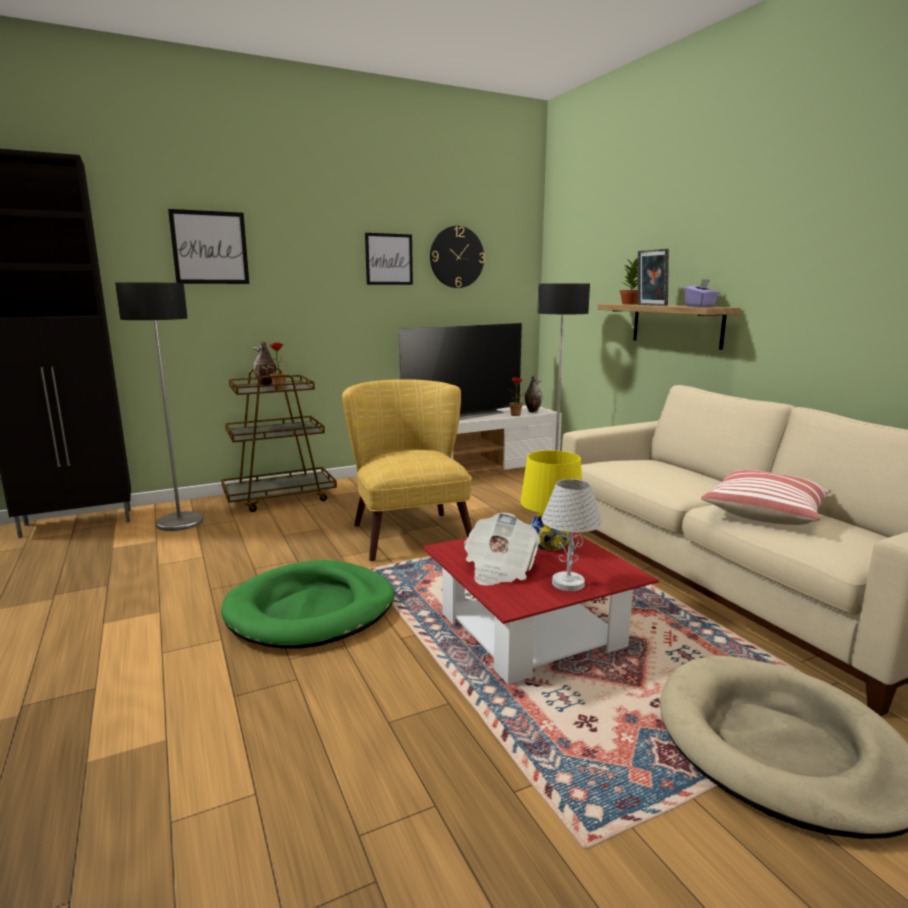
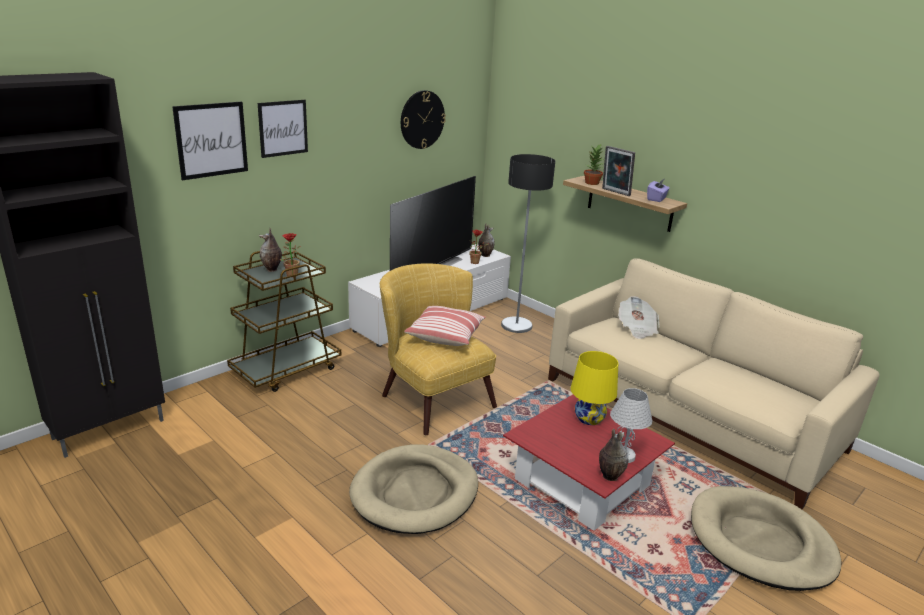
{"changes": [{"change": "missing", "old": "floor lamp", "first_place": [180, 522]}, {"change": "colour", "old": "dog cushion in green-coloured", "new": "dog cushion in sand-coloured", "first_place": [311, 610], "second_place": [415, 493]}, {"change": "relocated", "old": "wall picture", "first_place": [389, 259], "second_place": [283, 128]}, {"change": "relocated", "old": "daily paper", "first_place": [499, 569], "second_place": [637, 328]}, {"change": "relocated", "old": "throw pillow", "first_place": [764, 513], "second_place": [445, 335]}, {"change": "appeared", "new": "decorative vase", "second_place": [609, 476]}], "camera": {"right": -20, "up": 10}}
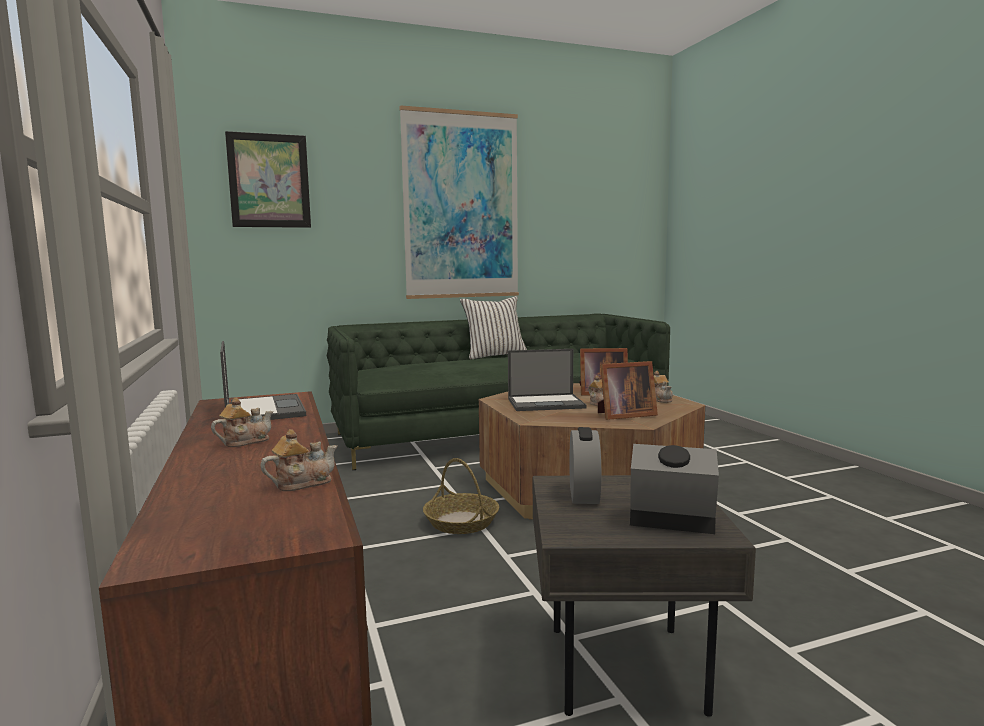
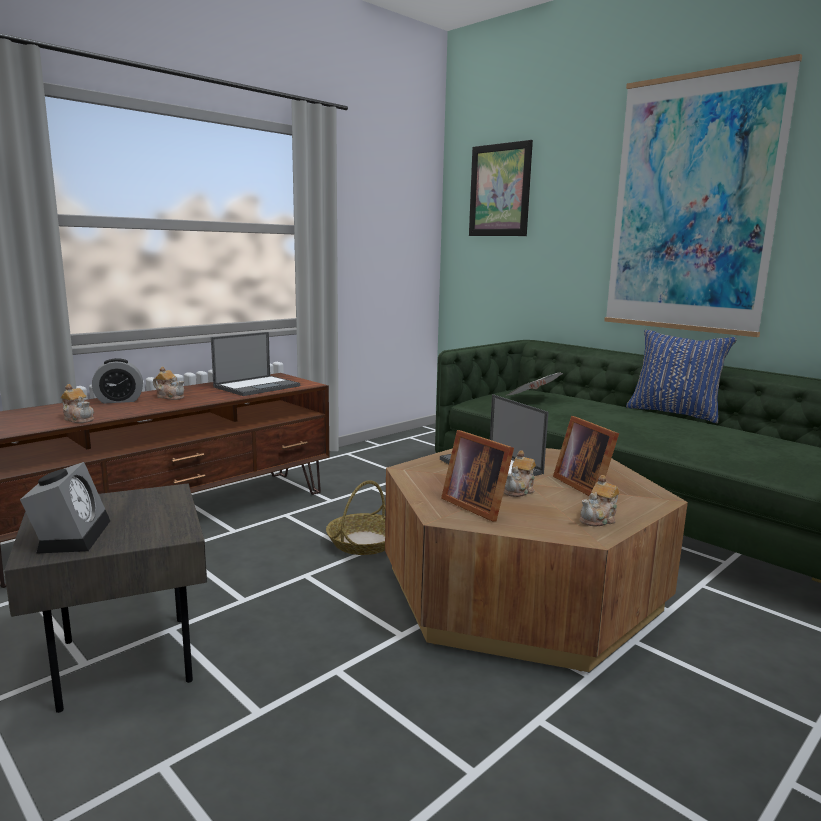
{"changes": [{"change": "colour", "old": "throw pillow in white-coloured", "new": "throw pillow in bluish", "first_place": [494, 356], "second_place": [674, 413]}, {"change": "relocated", "old": "bedside clock", "first_place": [584, 495], "second_place": [119, 400]}, {"change": "appeared", "new": "daily paper", "second_place": [532, 399]}], "camera": {"right": 65, "up": 5}}
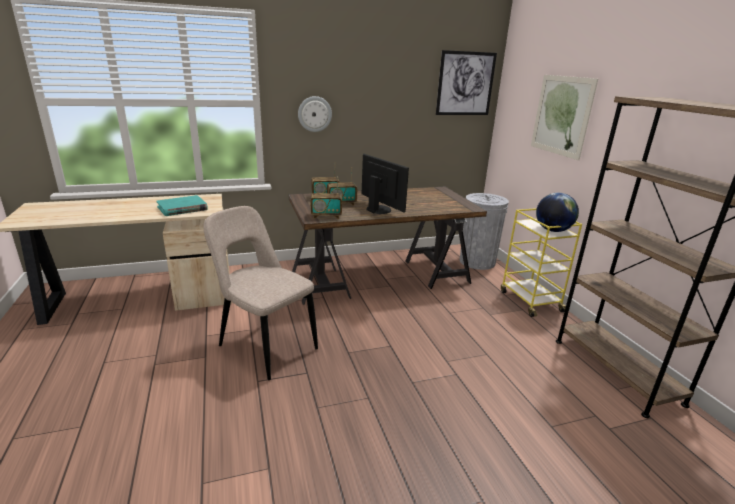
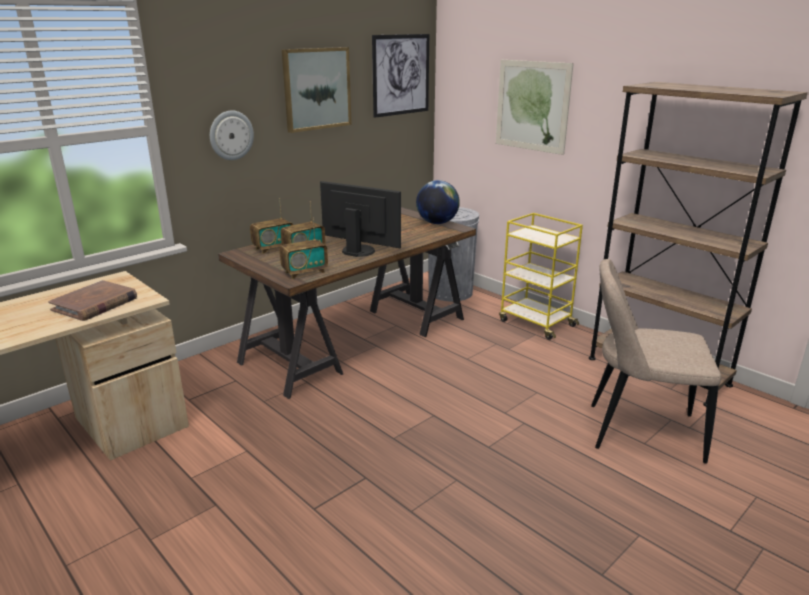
{"changes": [{"change": "colour", "old": "book in blue-green", "new": "book in brown-coloured", "first_place": [182, 208], "second_place": [95, 304]}, {"change": "relocated", "old": "plain chair in sand-coloured", "first_place": [264, 346], "second_place": [637, 431]}, {"change": "relocated", "old": "desk globe", "first_place": [553, 230], "second_place": [437, 223]}, {"change": "appeared", "new": "wall picture", "second_place": [316, 89]}], "camera": {"right": -25, "up": 0}}
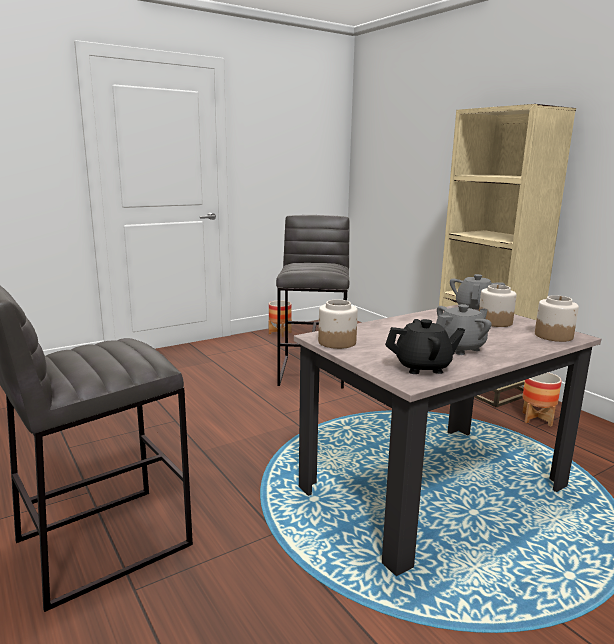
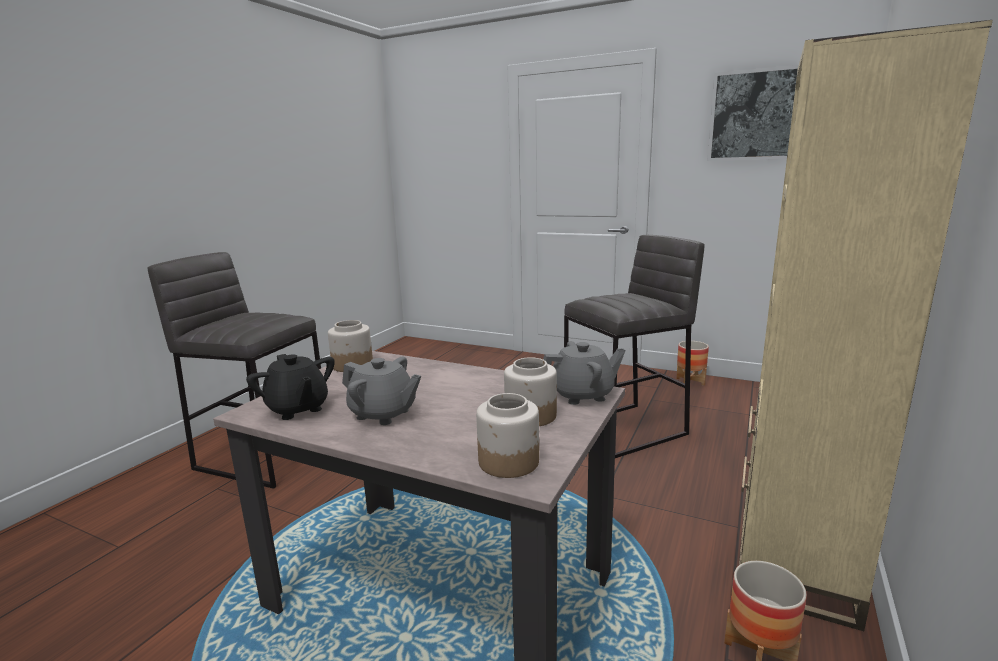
{"changes": [{"change": "appeared", "new": "wall picture", "second_place": [756, 115]}], "camera": {"right": 60, "up": 0}}
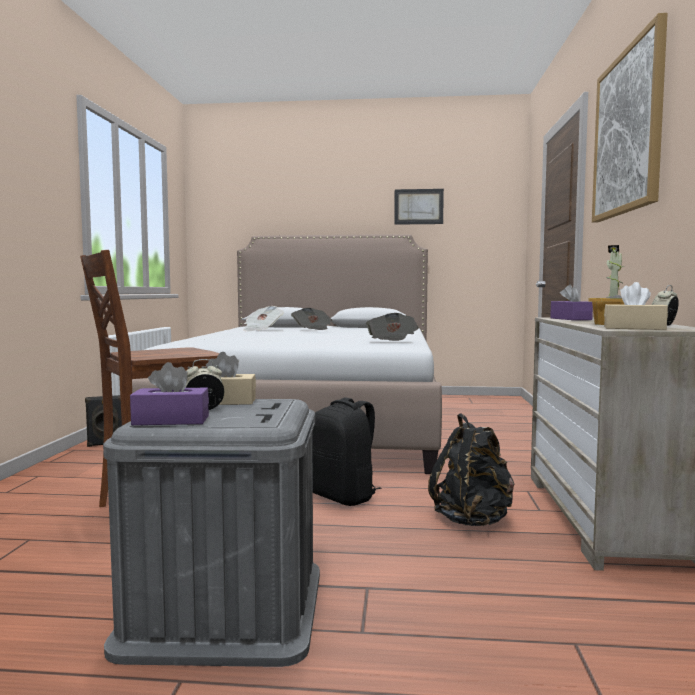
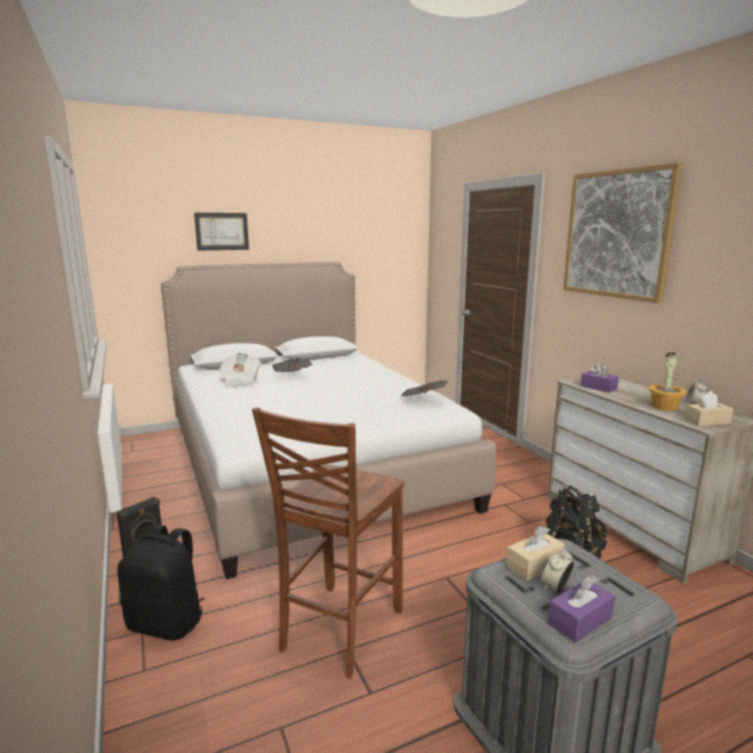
{"changes": [{"change": "relocated", "old": "rucksack in black", "first_place": [342, 496], "second_place": [167, 623]}, {"change": "relocated", "old": "wall picture", "first_place": [418, 206], "second_place": [222, 231]}], "camera": {"right": -30, "up": 10}}
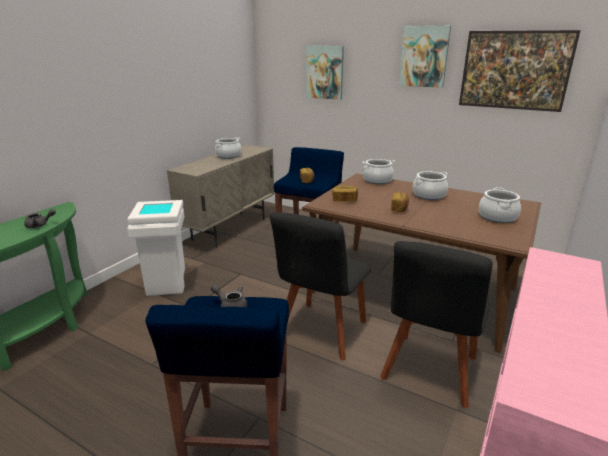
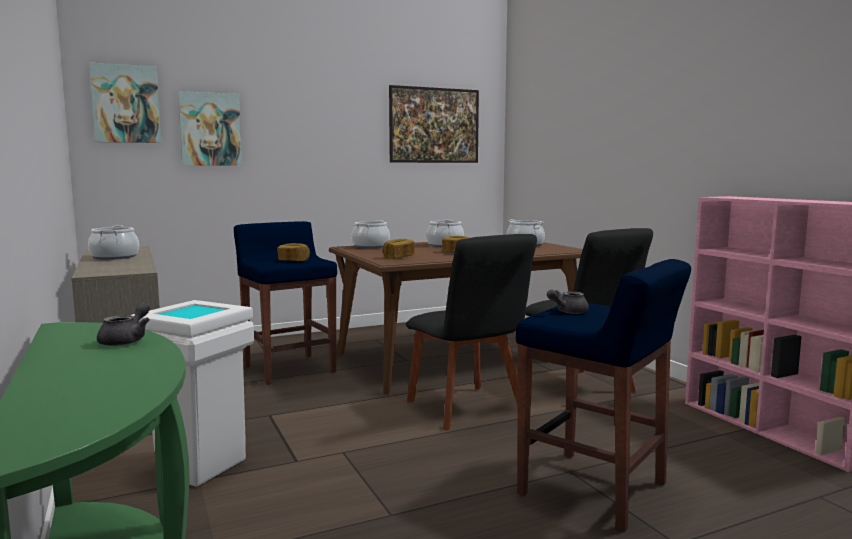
{"changes": [{"change": "relocated", "old": "wall picture", "first_place": [424, 56], "second_place": [126, 104]}], "camera": {"right": -55, "up": -15}}
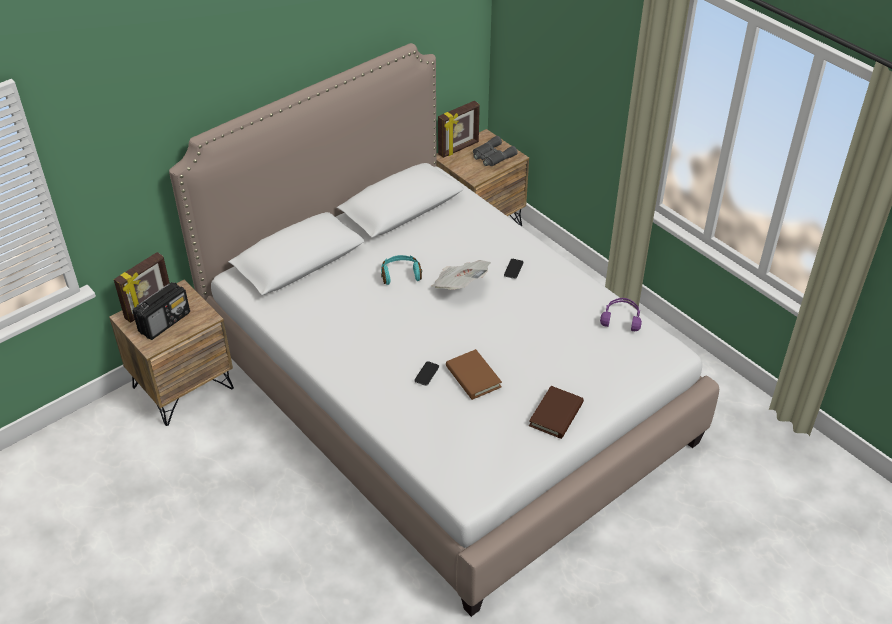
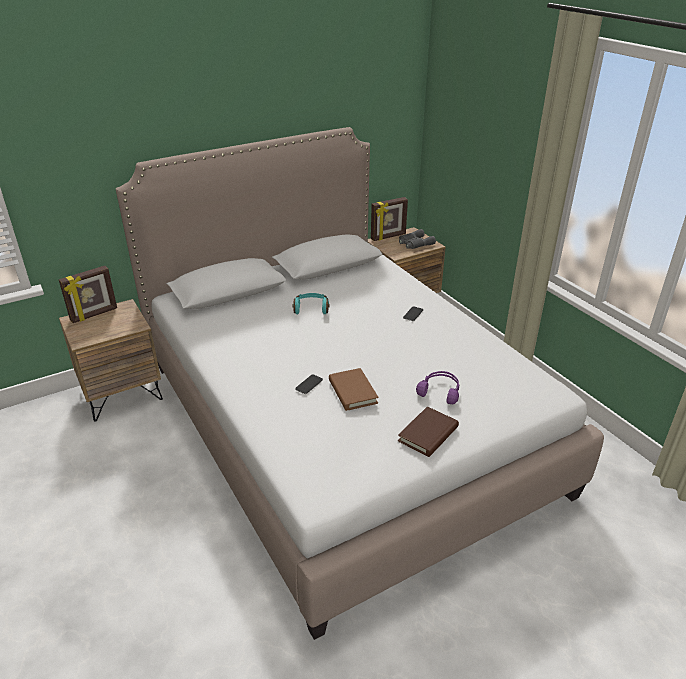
{"changes": [{"change": "missing", "old": "radio receiver", "first_place": [165, 322]}, {"change": "missing", "old": "daily paper", "first_place": [460, 286]}, {"change": "relocated", "old": "headset in purplish", "first_place": [621, 318], "second_place": [440, 391]}], "camera": {"right": 10, "up": -10}}
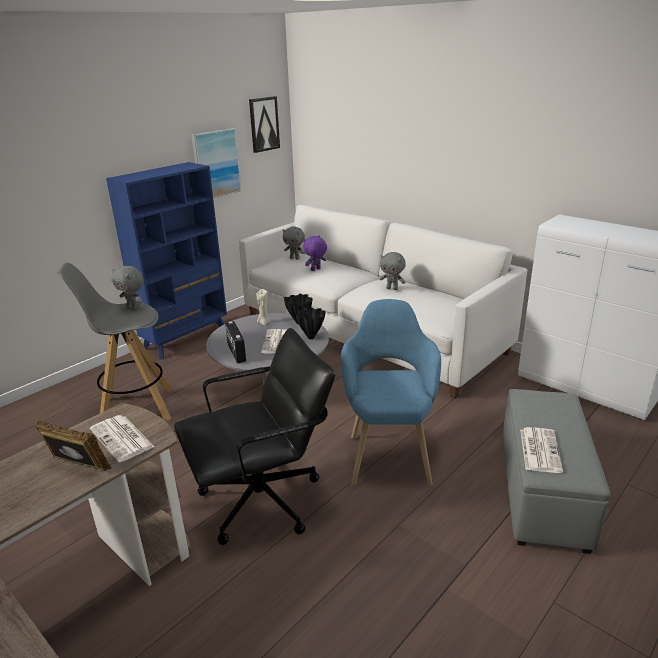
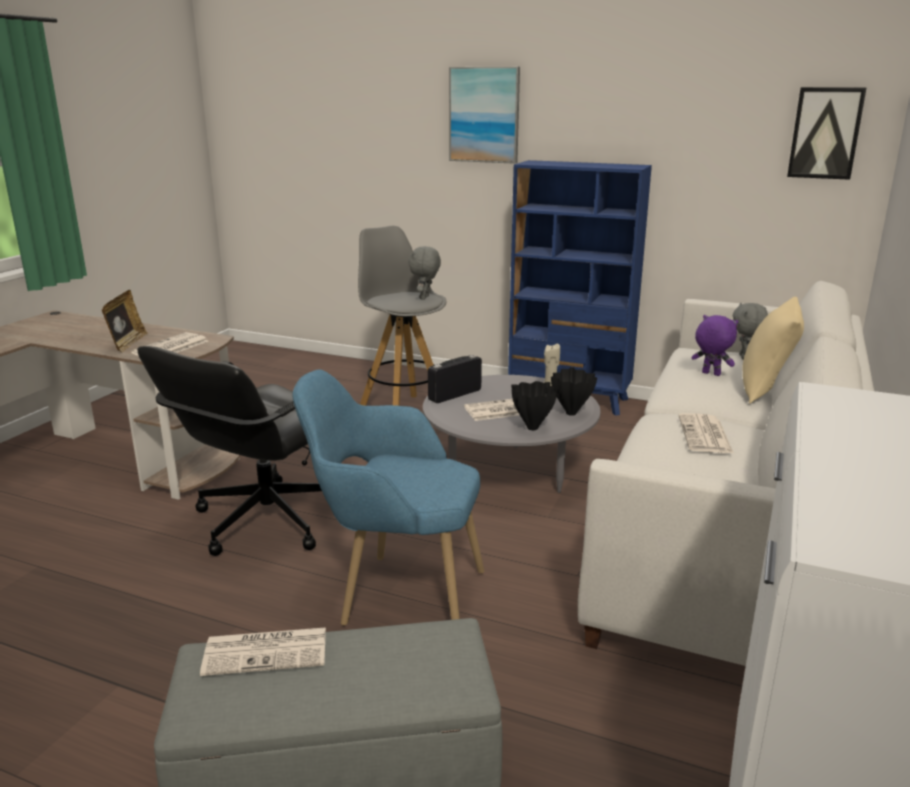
{"changes": [{"change": "spun", "old": "computer chair in black", "first_place": [262, 501], "second_place": [266, 520], "degrees": 75}, {"change": "relocated", "old": "wall picture", "first_place": [216, 163], "second_place": [484, 115]}, {"change": "spun", "old": "lounge chair in bluish", "first_place": [388, 451], "second_place": [395, 594], "degrees": -150}, {"change": "exchanged", "old": "soft toy in grey", "new": "daily paper", "first_place": [392, 288], "second_place": [705, 435]}, {"change": "appeared", "new": "throw pillow in sand-coloured", "second_place": [766, 390]}], "camera": {"right": 70, "up": -5}}
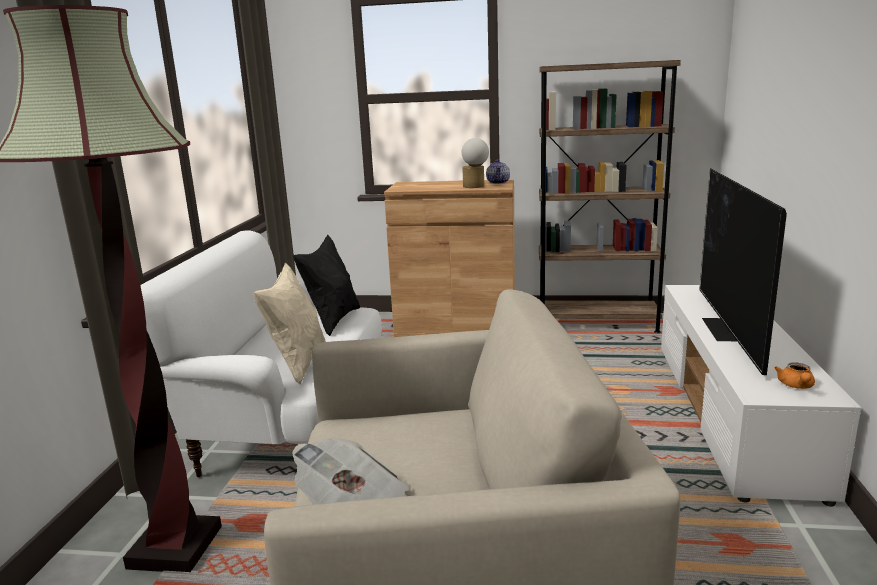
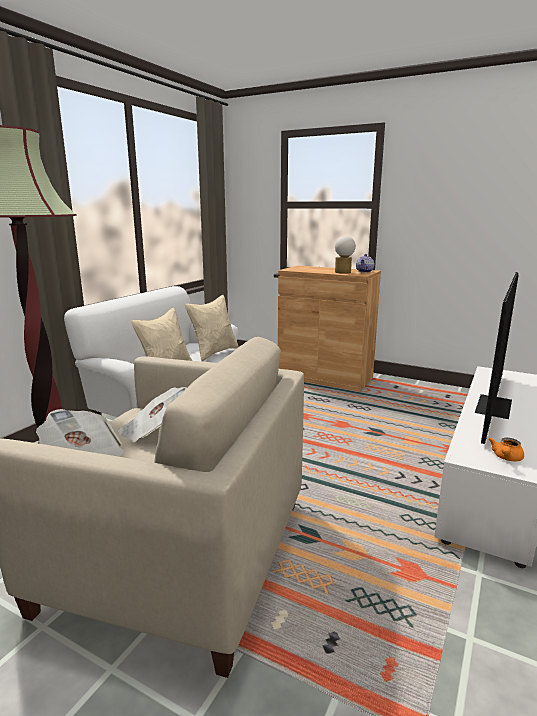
{"changes": [{"change": "colour", "old": "throw pillow in black", "new": "throw pillow in sand-coloured", "first_place": [332, 320], "second_place": [214, 353]}, {"change": "missing", "old": "bookcase in brown-coloured", "first_place": [597, 324]}, {"change": "appeared", "new": "daily paper", "second_place": [154, 431]}], "camera": {"right": 20, "up": 0}}
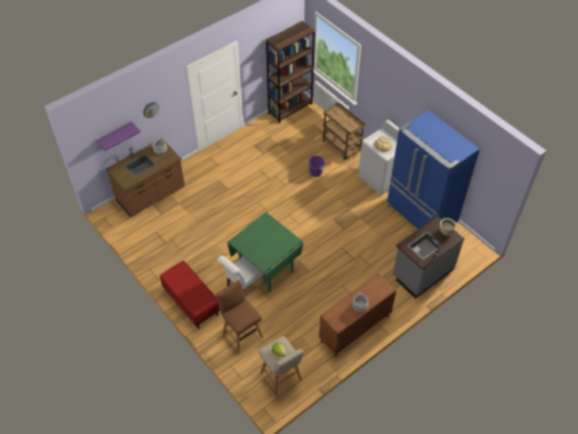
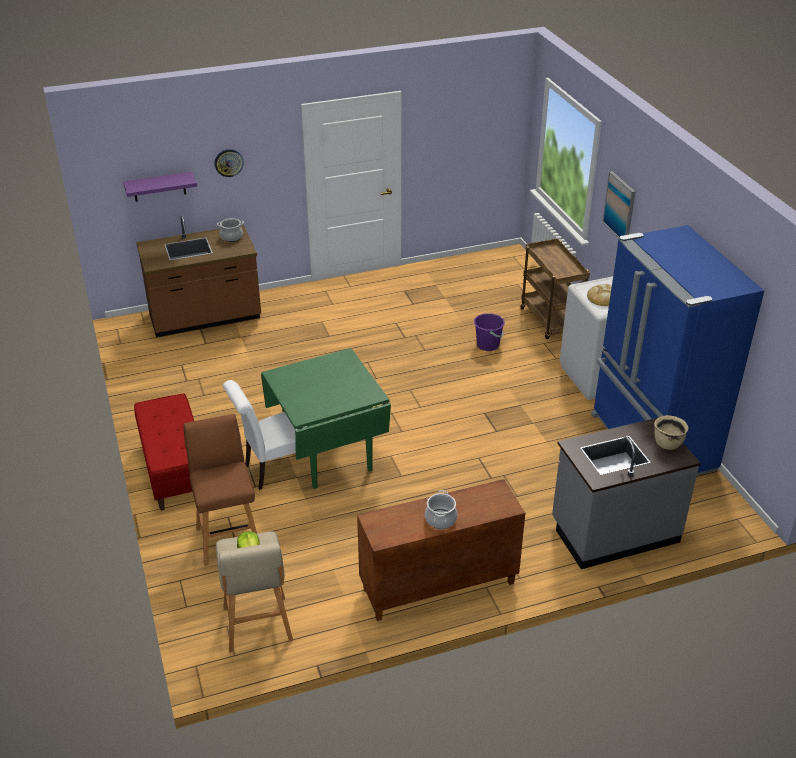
{"changes": [{"change": "missing", "old": "bookcase in brown-coloured", "first_place": [290, 108]}, {"change": "appeared", "new": "wall picture", "second_place": [620, 207]}], "camera": {"right": 20, "up": -15}}
